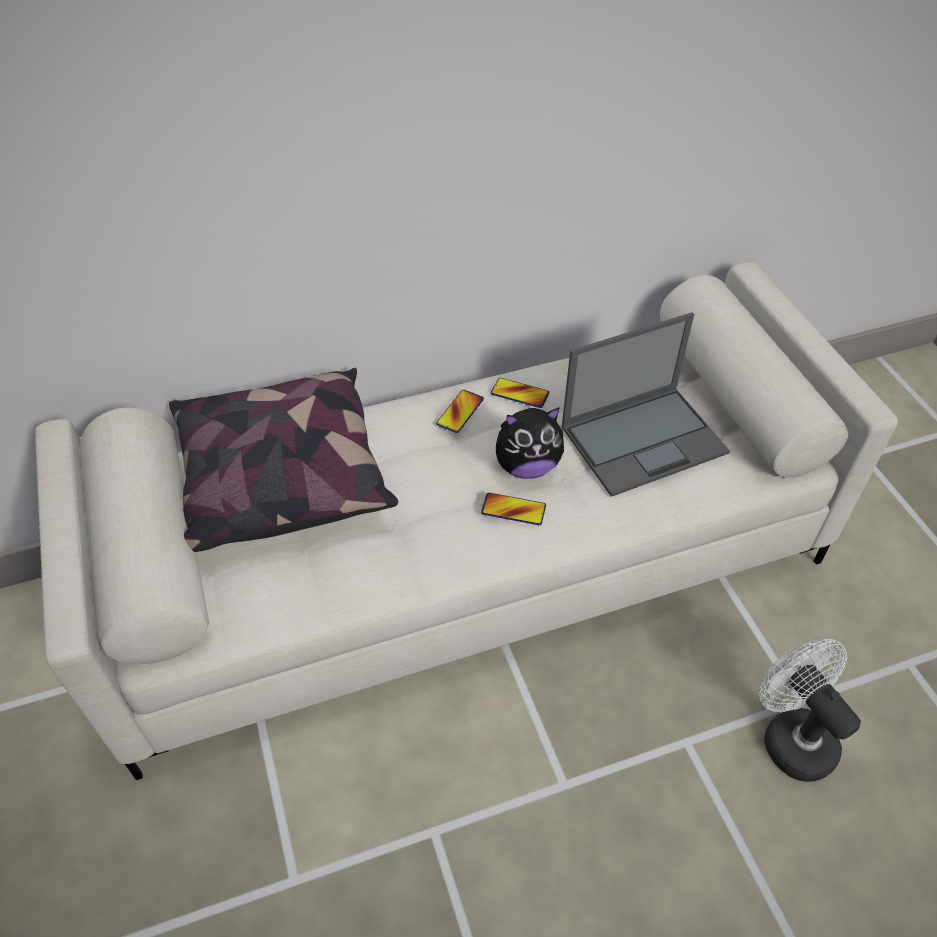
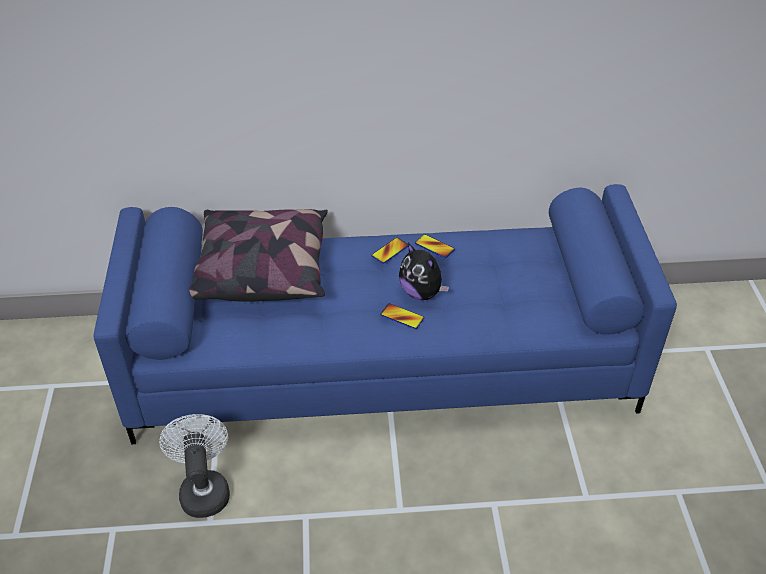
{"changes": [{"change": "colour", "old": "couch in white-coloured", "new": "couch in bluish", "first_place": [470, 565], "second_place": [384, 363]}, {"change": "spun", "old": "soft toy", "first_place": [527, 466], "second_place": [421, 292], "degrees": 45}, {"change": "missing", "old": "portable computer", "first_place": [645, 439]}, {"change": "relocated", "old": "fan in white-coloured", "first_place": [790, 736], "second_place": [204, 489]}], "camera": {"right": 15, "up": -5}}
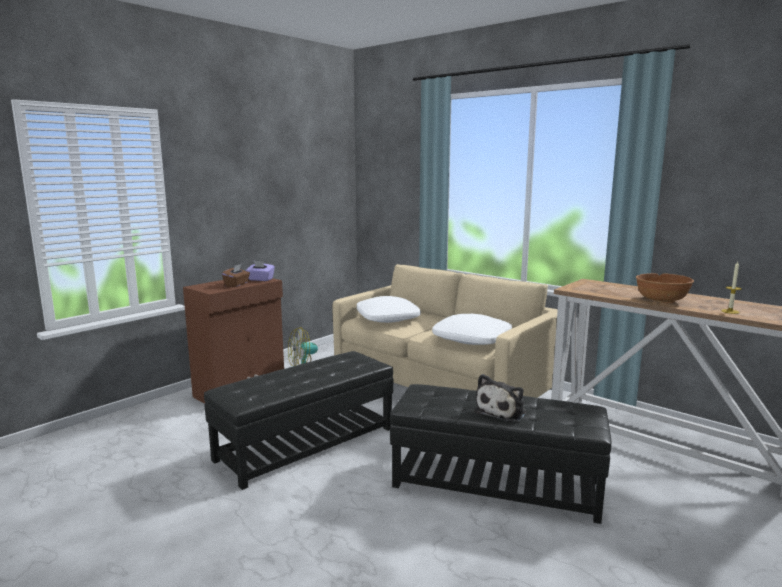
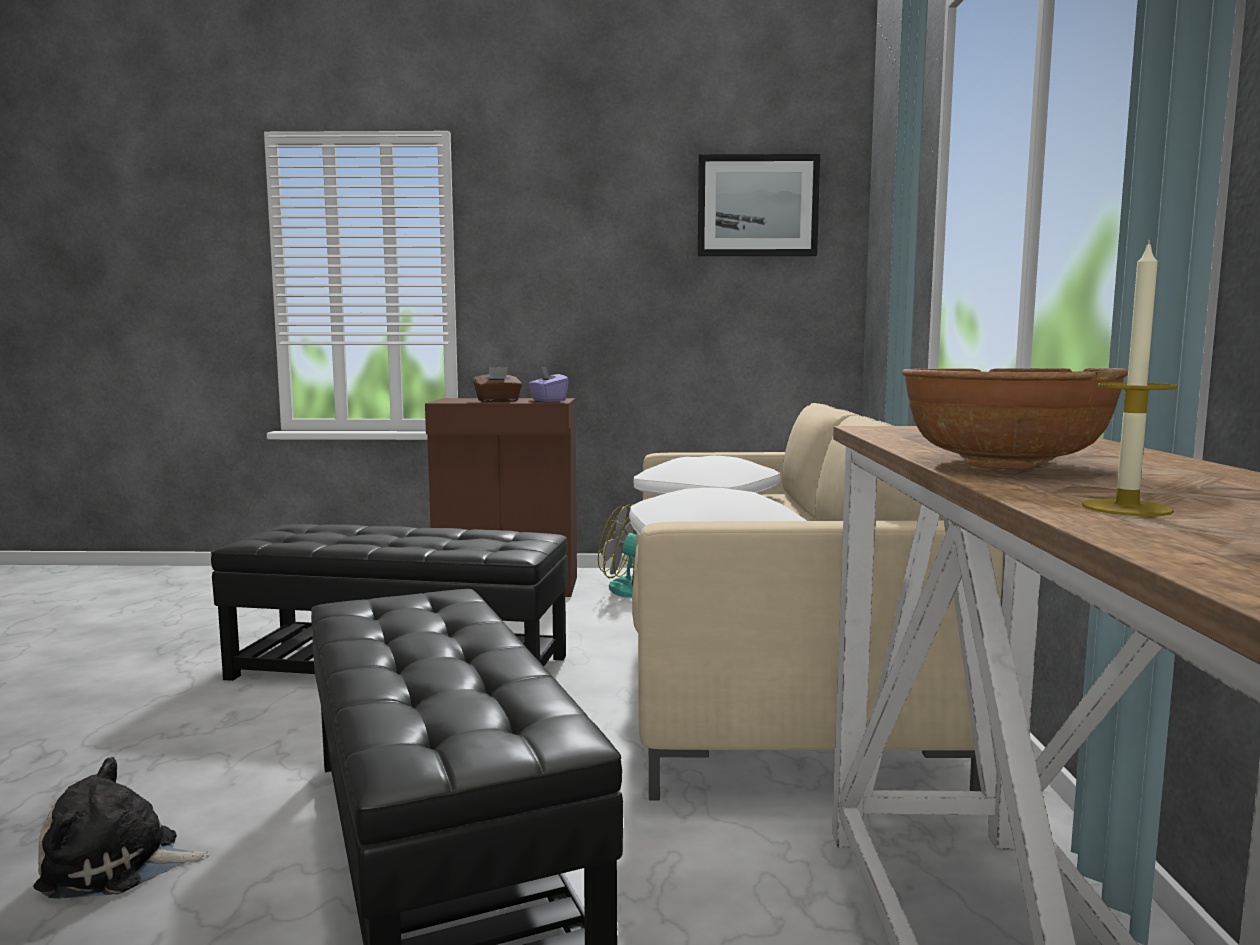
{"changes": [{"change": "relocated", "old": "soft toy", "first_place": [502, 411], "second_place": [117, 865]}, {"change": "appeared", "new": "wall picture", "second_place": [757, 206]}], "camera": {"right": 50, "up": -5}}
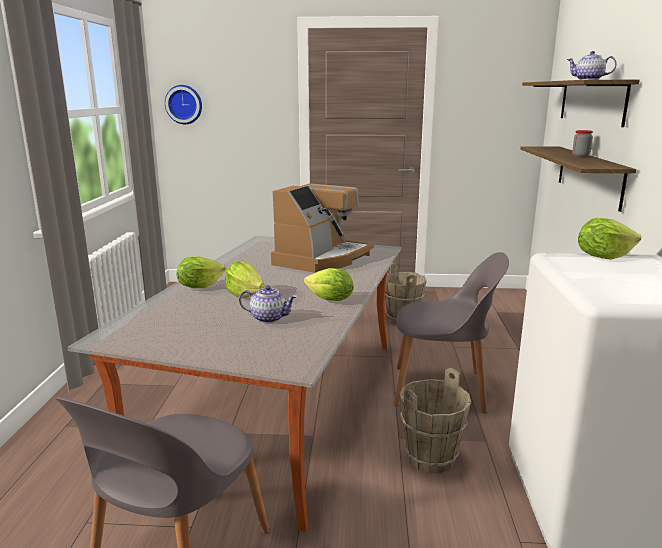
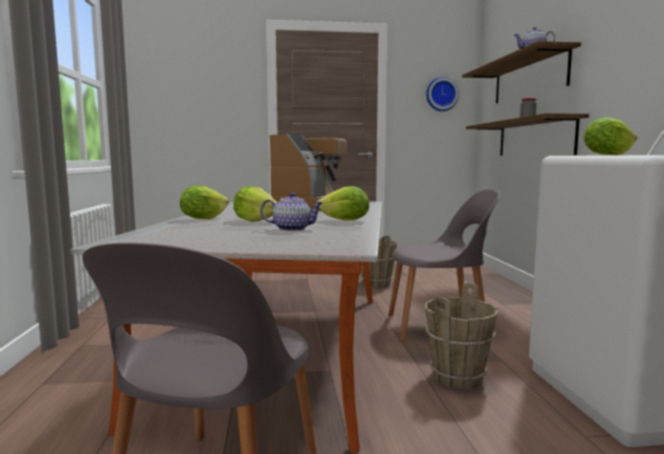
{"changes": [{"change": "relocated", "old": "wall clock", "first_place": [184, 104], "second_place": [441, 94]}], "camera": {"right": -10, "up": -10}}
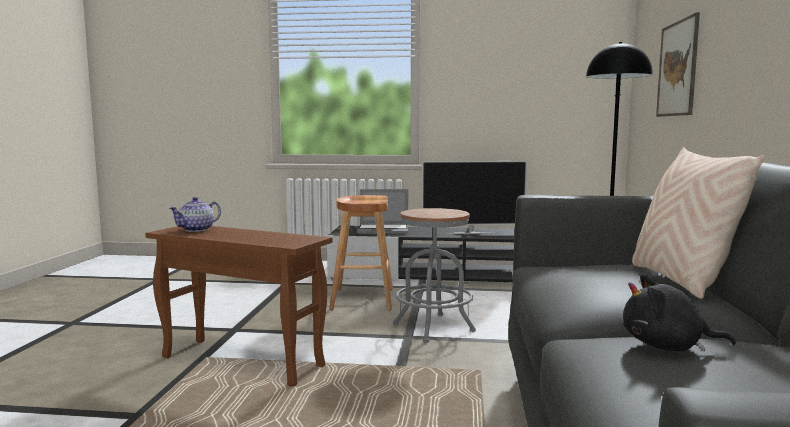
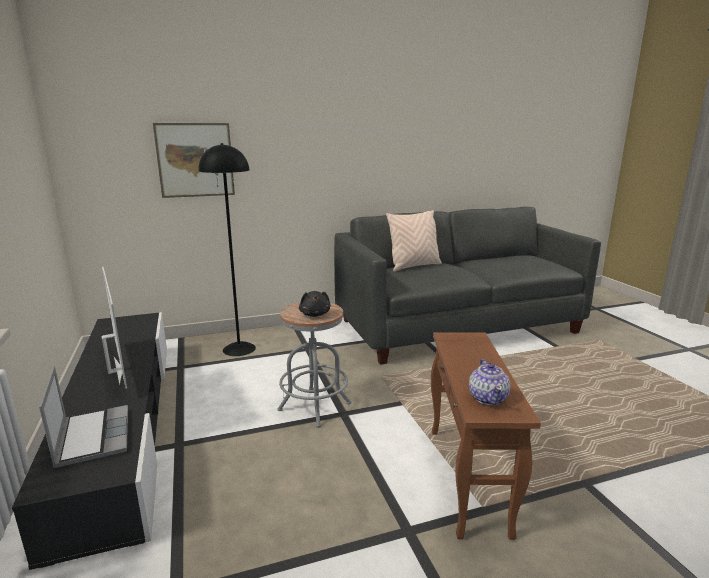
{"changes": [{"change": "spun", "old": "pot for tea", "first_place": [197, 229], "second_place": [488, 398], "degrees": 75}, {"change": "missing", "old": "stool in brown-coloured", "first_place": [363, 299]}, {"change": "relocated", "old": "soft toy in black", "first_place": [667, 347], "second_place": [315, 314]}], "camera": {"right": -115, "up": 10}}
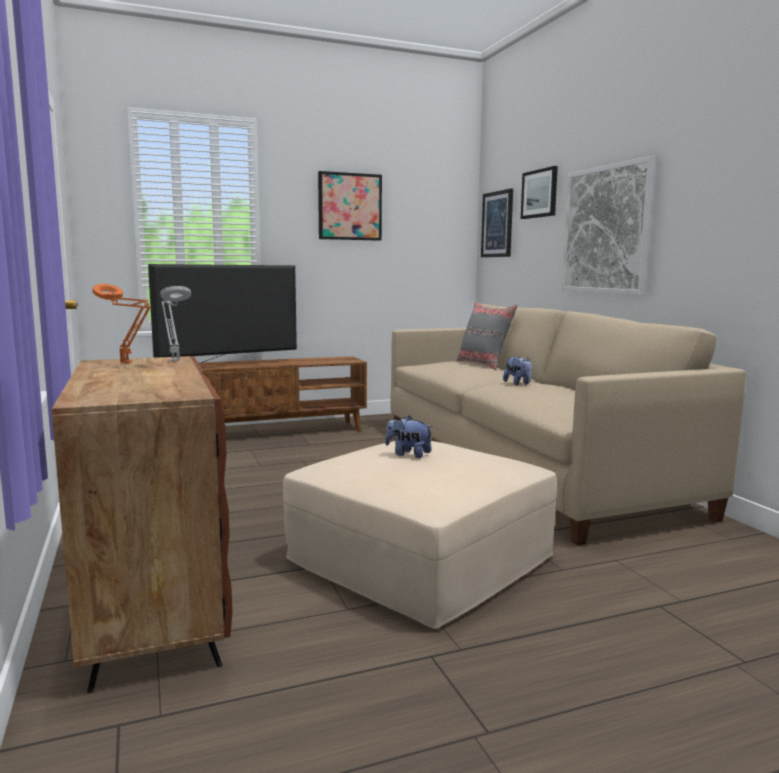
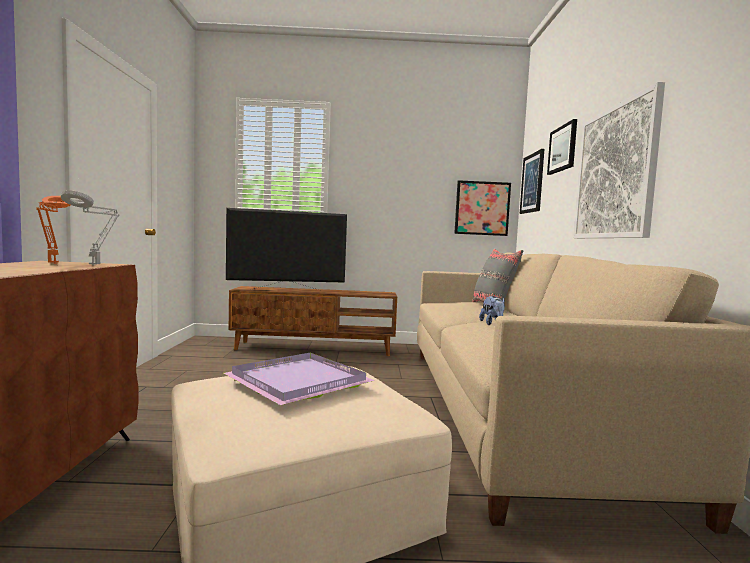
{"changes": [{"change": "relocated", "old": "wall picture", "first_place": [349, 206], "second_place": [482, 208]}, {"change": "exchanged", "old": "soft toy", "new": "serving tray in purplish", "first_place": [408, 454], "second_place": [295, 381]}], "camera": {"right": 20, "up": -5}}
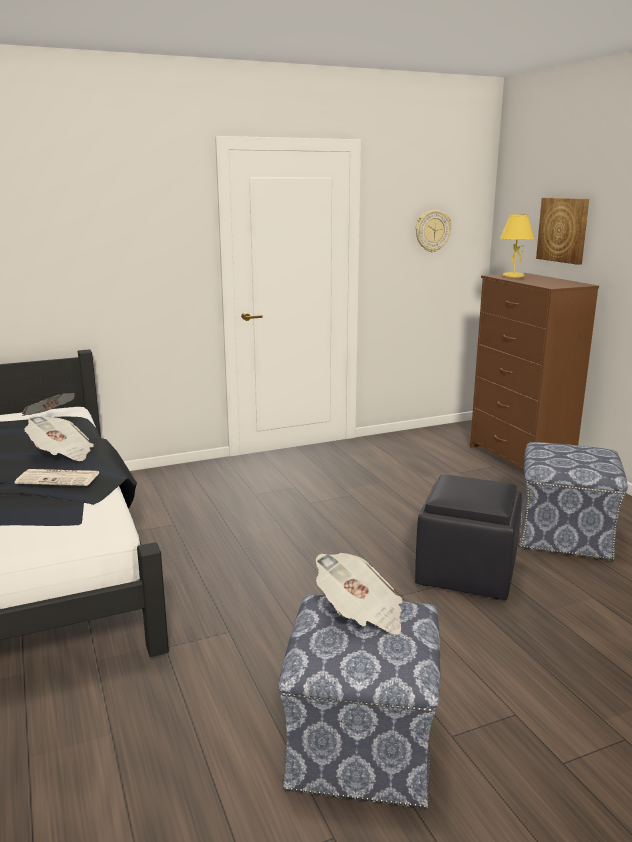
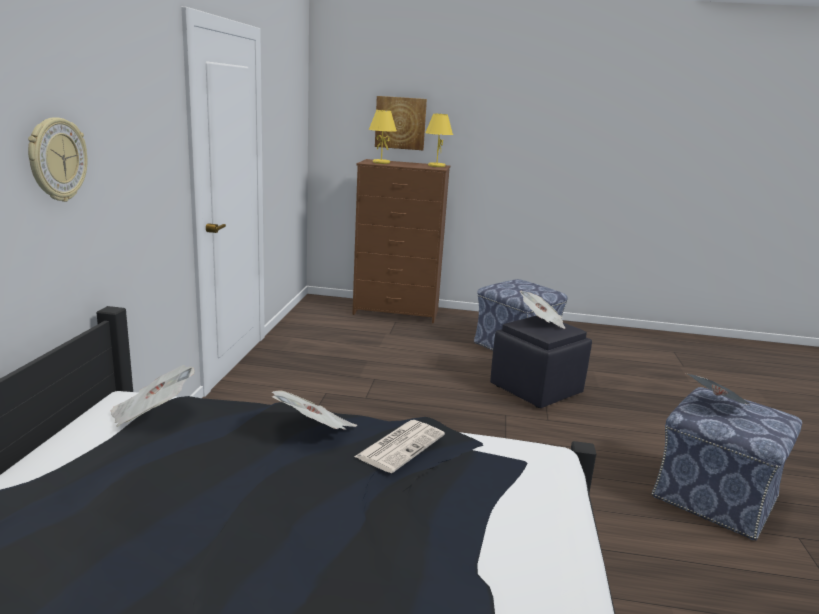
{"changes": [{"change": "relocated", "old": "wall clock", "first_place": [432, 231], "second_place": [56, 160]}, {"change": "appeared", "new": "tabletop lamp in yellow-coloured", "second_place": [436, 166]}, {"change": "appeared", "new": "daily paper", "second_place": [541, 322]}], "camera": {"right": -60, "up": 0}}
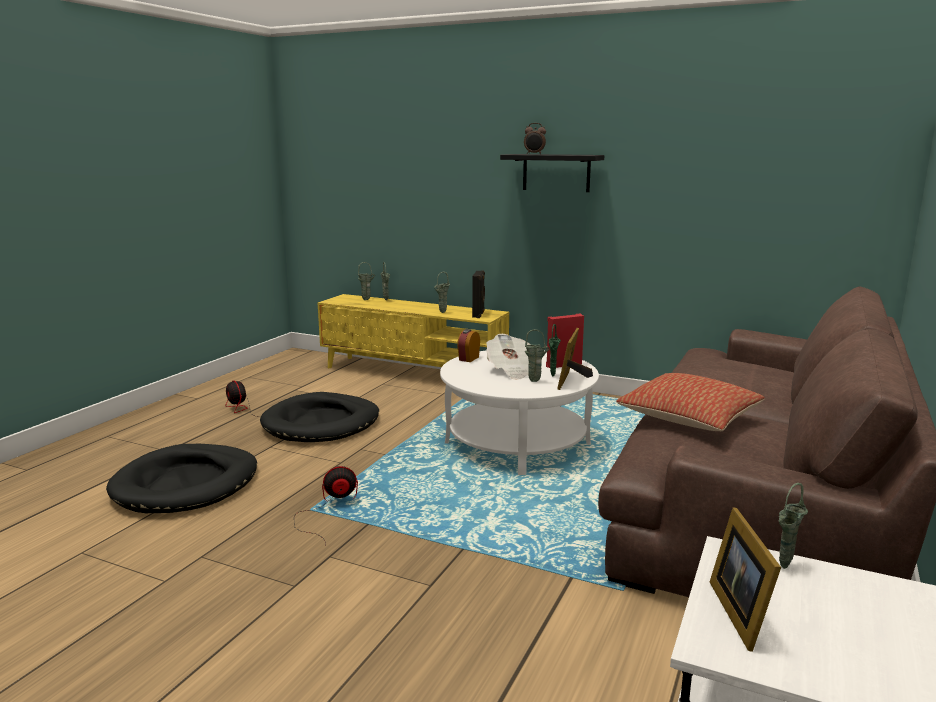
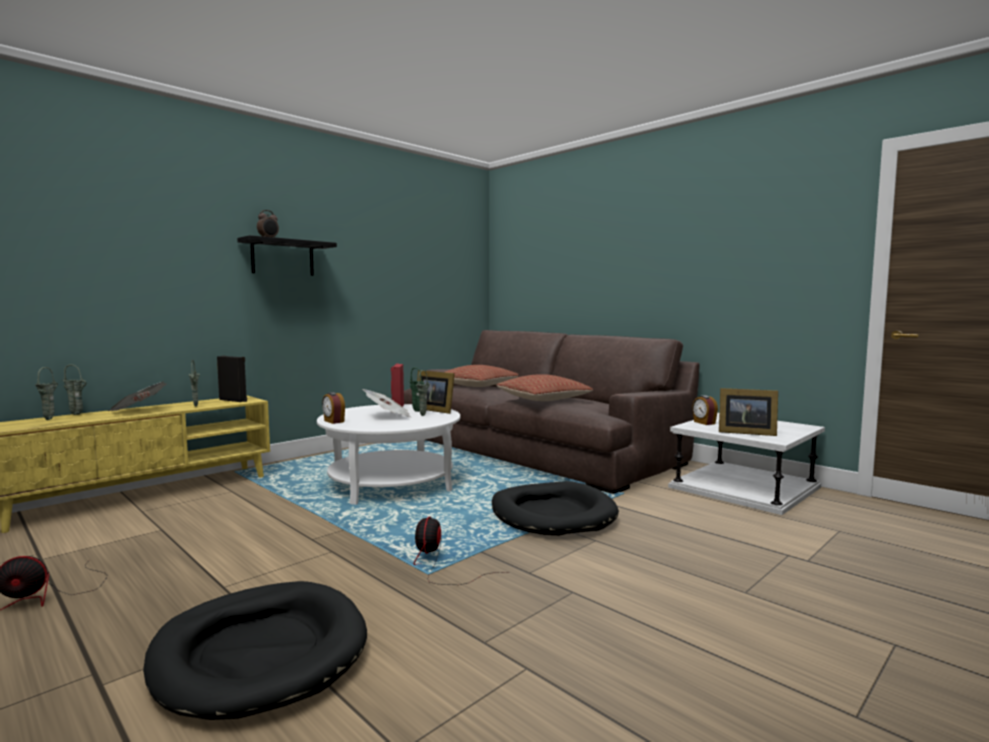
{"changes": [{"change": "relocated", "old": "dog cushion in black", "first_place": [321, 423], "second_place": [552, 514]}, {"change": "exchanged", "old": "decorative vase in green-coloured", "new": "bedside clock", "first_place": [784, 567], "second_place": [704, 423]}, {"change": "appeared", "new": "daily paper", "second_place": [138, 411]}, {"change": "appeared", "new": "throw pillow", "second_place": [478, 386]}], "camera": {"right": -70, "up": -10}}
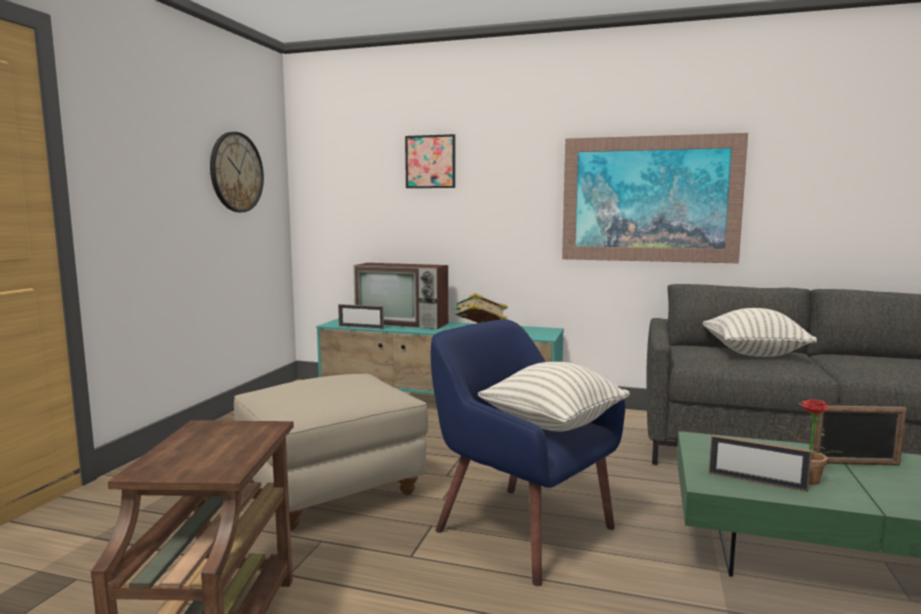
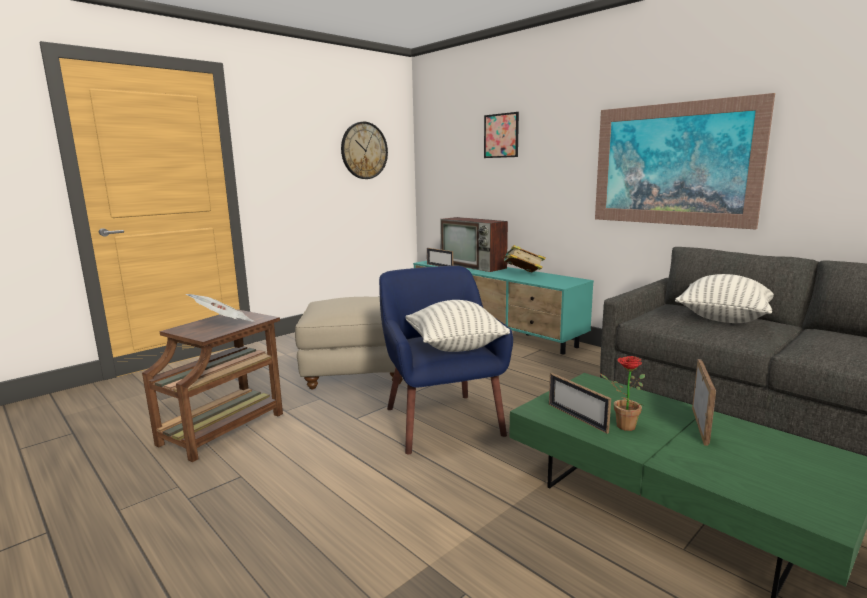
{"changes": [{"change": "spun", "old": "picture frame", "first_place": [855, 464], "second_place": [700, 426], "degrees": -105}, {"change": "appeared", "new": "daily paper", "second_place": [224, 323]}], "camera": {"right": 30, "up": 5}}
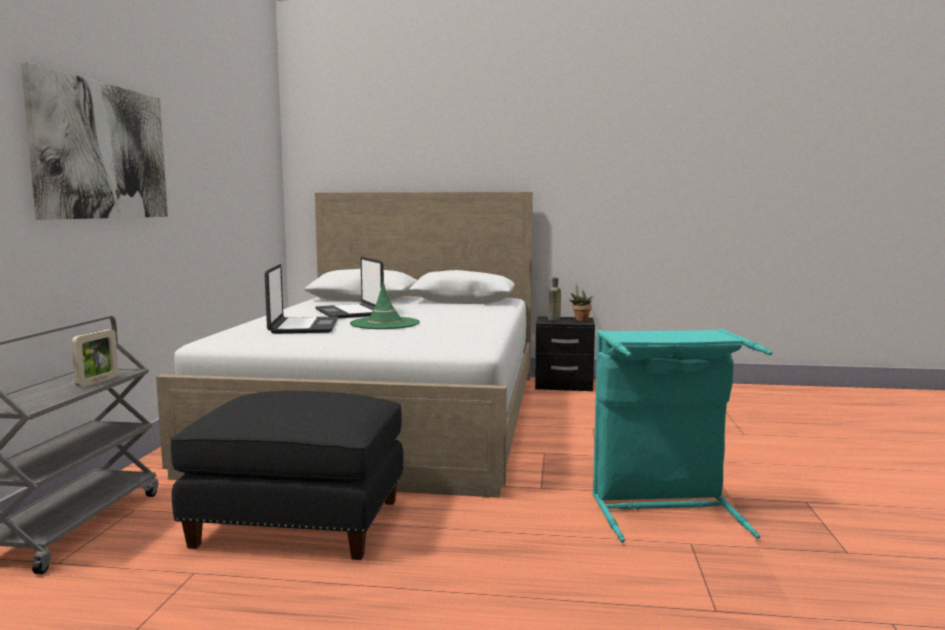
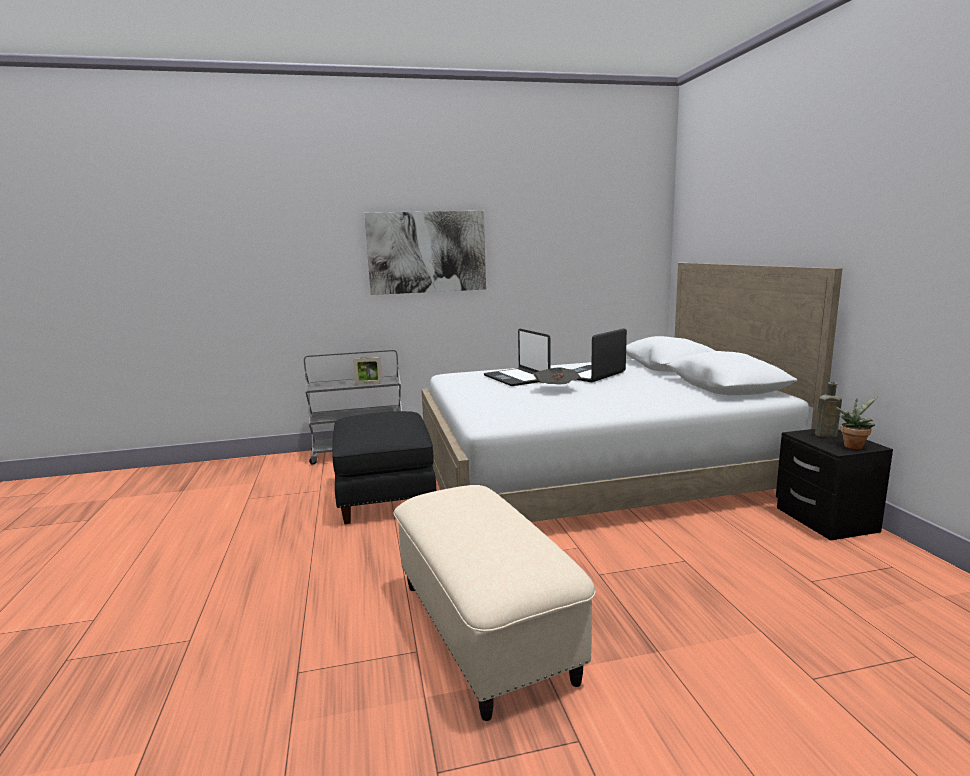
{"changes": [{"change": "spun", "old": "portable computer", "first_place": [303, 327], "second_place": [517, 378], "degrees": 90}, {"change": "exchanged", "old": "clothing hat in green-coloured", "new": "daily paper", "first_place": [385, 324], "second_place": [557, 389]}, {"change": "exchanged", "old": "hamper in blue-green", "new": "pouffe in sand-coloured", "first_place": [664, 509], "second_place": [486, 629]}], "camera": {"right": 70, "up": 5}}
